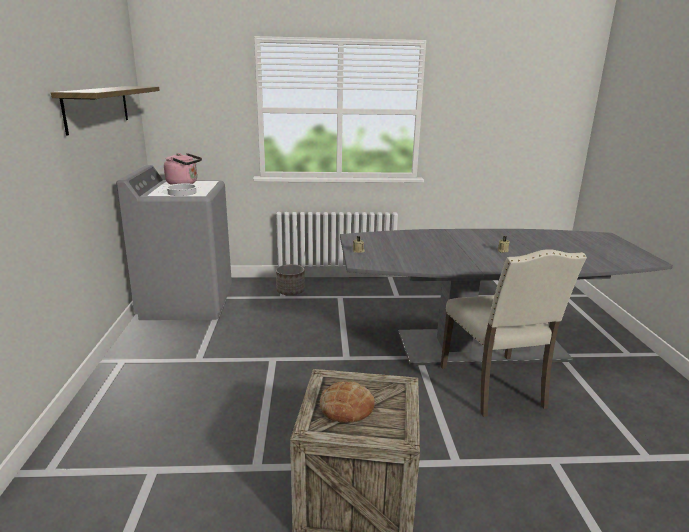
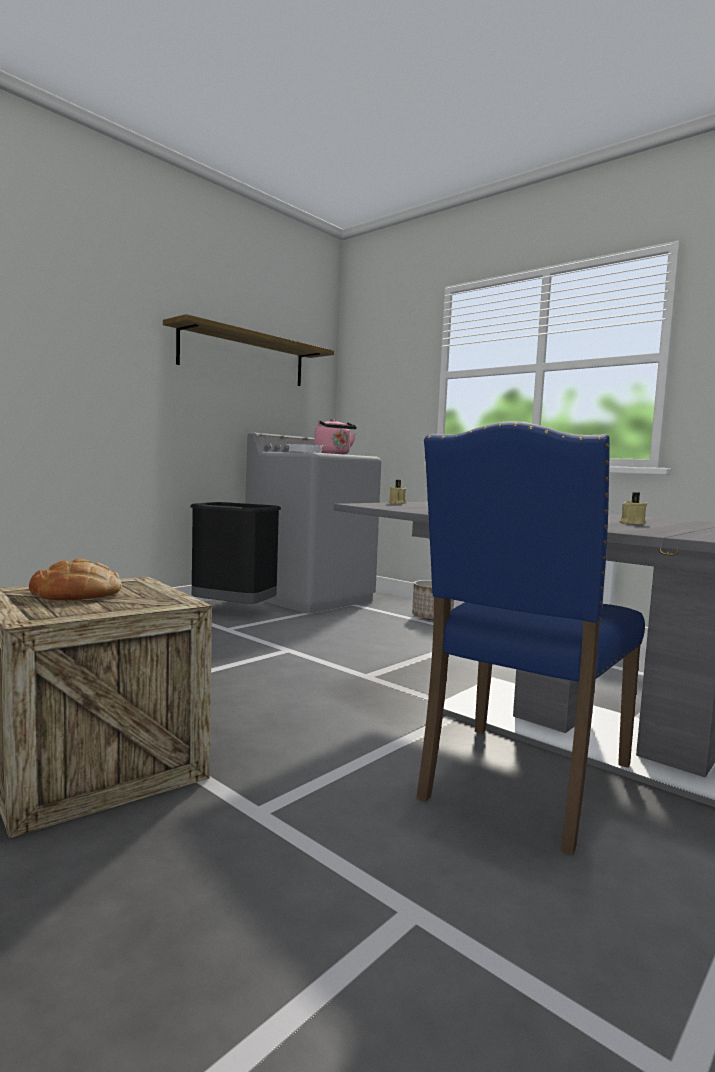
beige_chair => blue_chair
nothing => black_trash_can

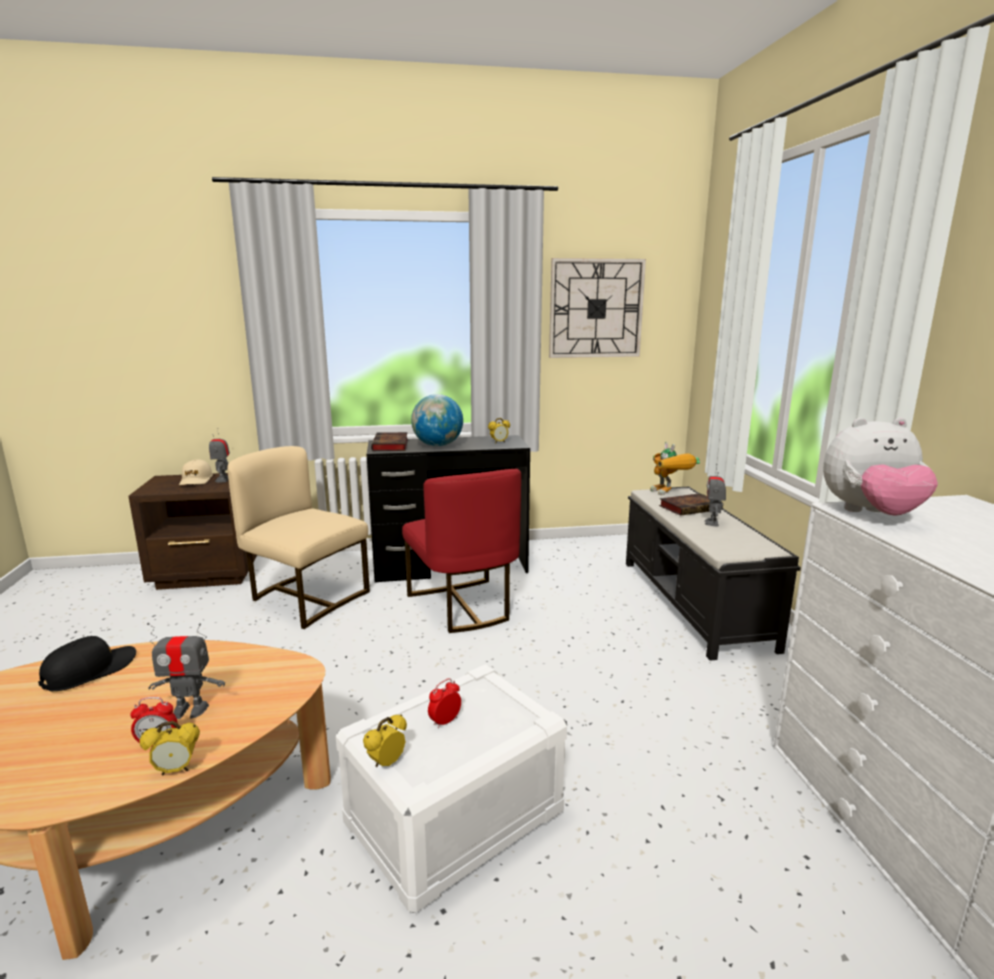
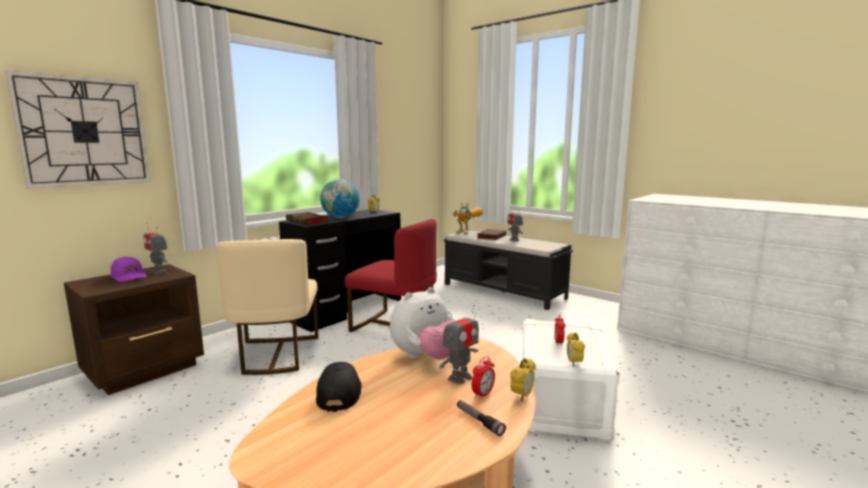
wall_clock, move
plush_toy, move
beige_chair, 90 degrees counterclockwise
beige_cap => purple_cap
nothing => flashlight

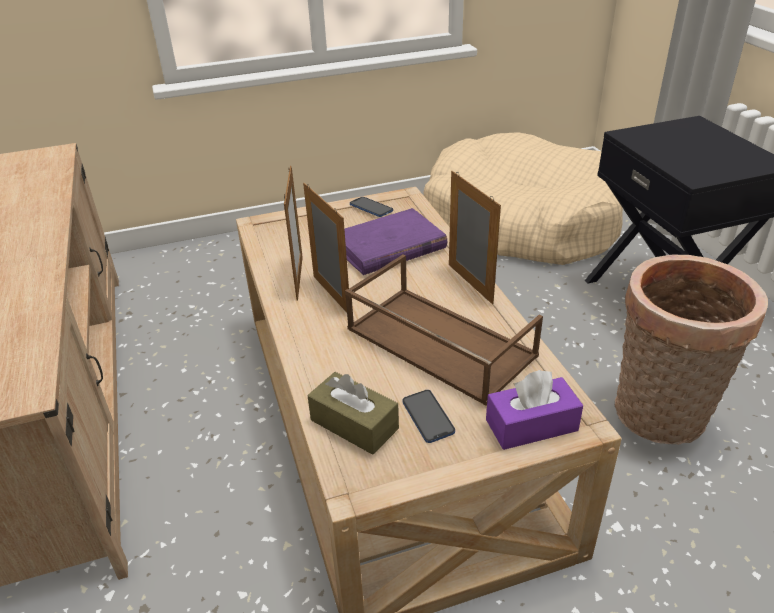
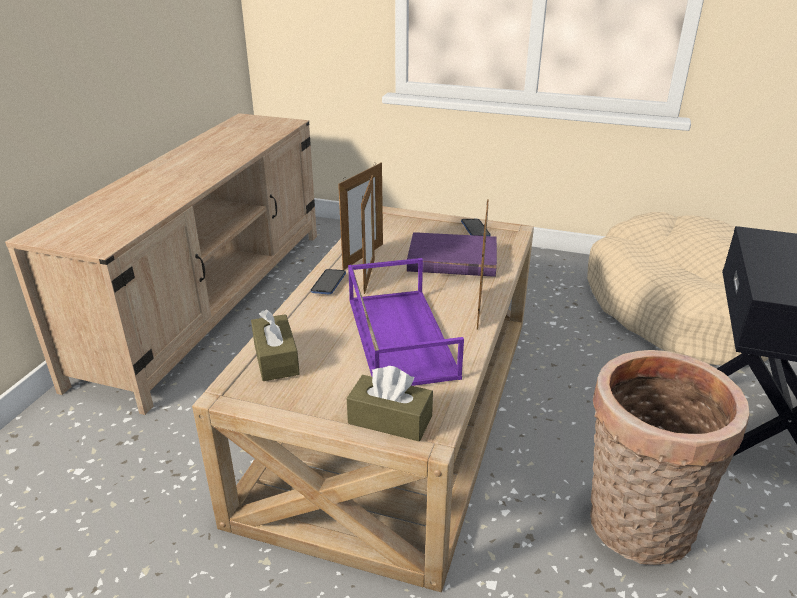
brown_tray => purple_tray
purple_tissue_box => brown_tissue_box (2nd from left)
phone (2nd from left in the first image) => phone (1st from left), move

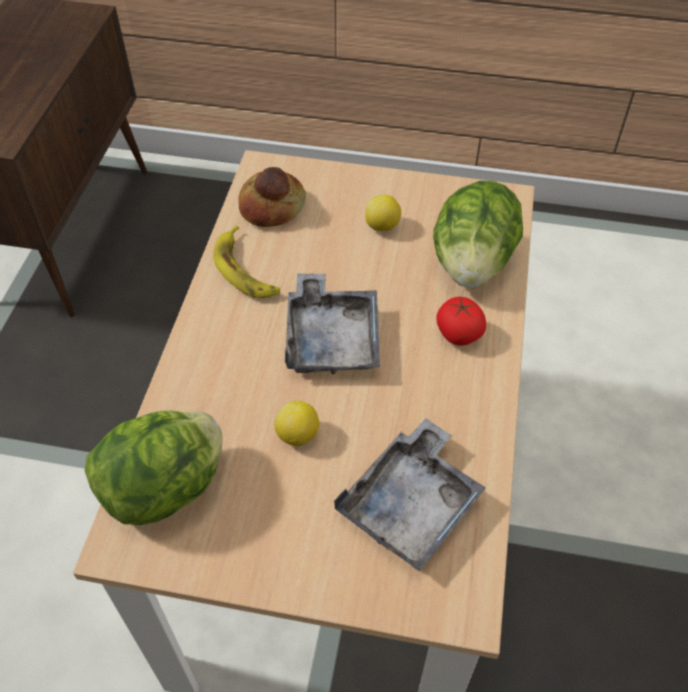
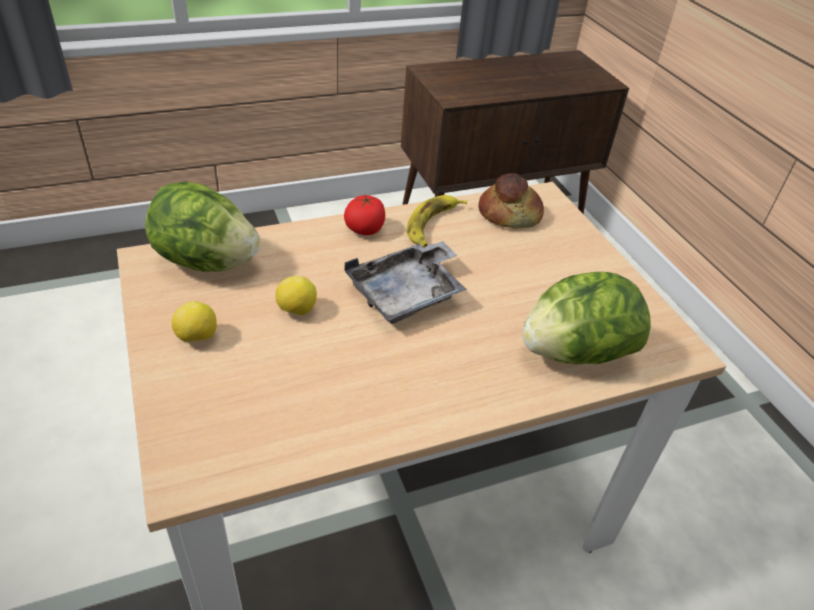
lemon (2nd from left in the first image) => lemon (1st from left), move
tomato, move
grey_tray (2nd from left) => nothing

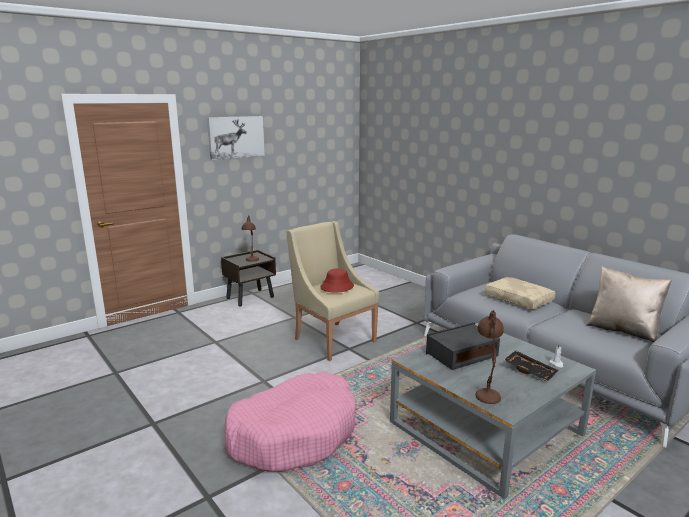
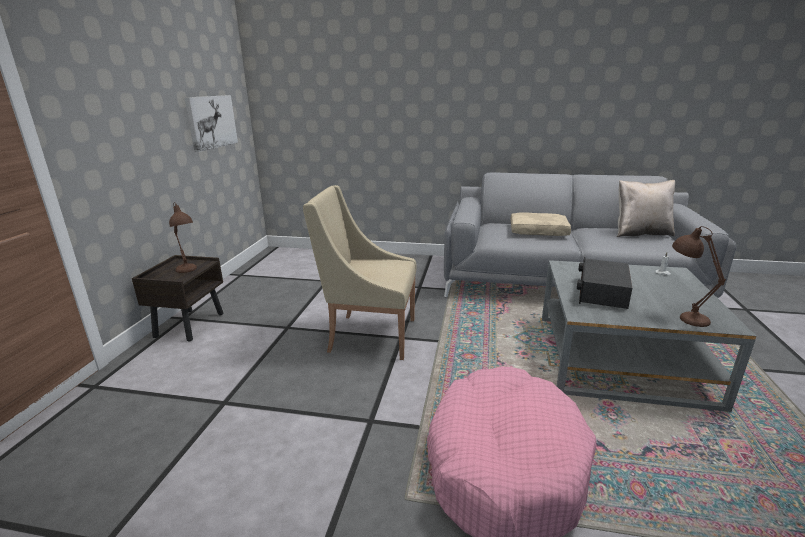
picture, move
red_hat => nothing
black_tray => nothing

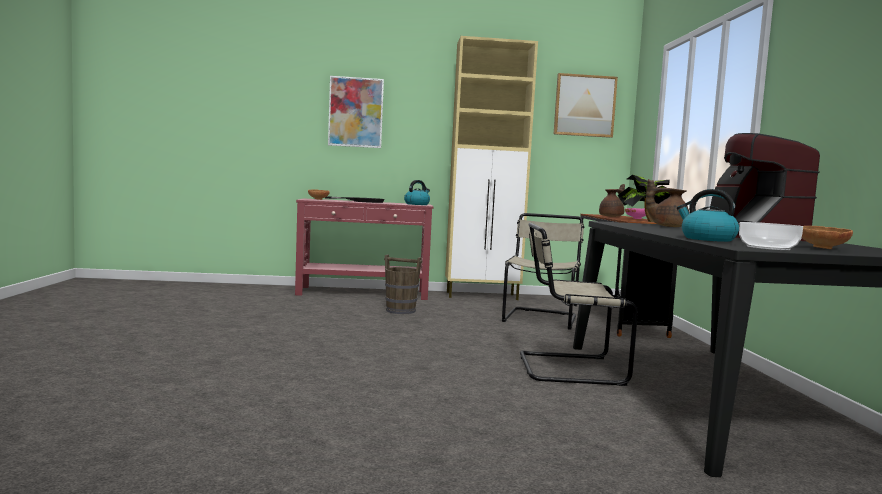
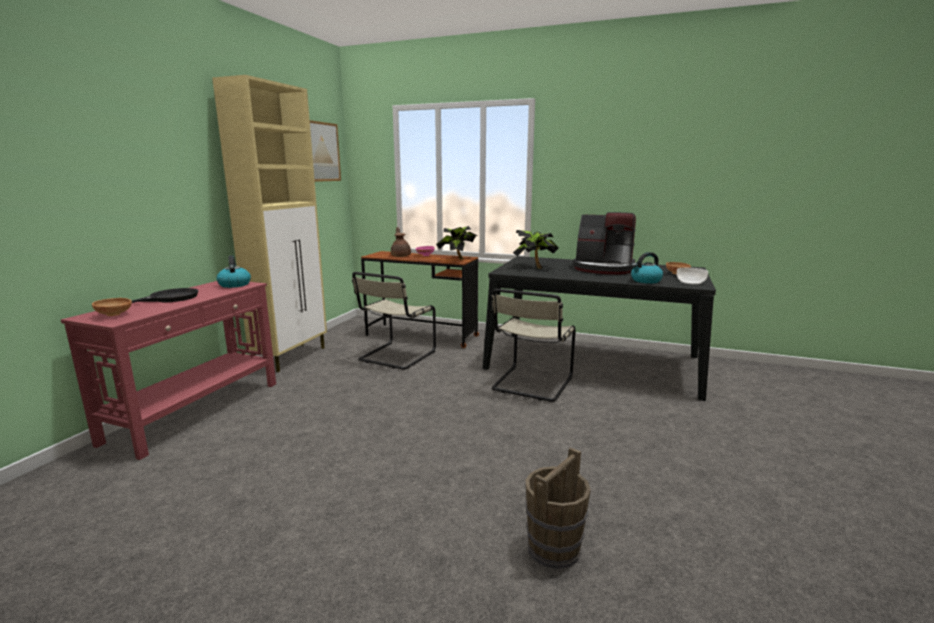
picture (1st from left) => nothing
brown_teapot (2nd from left) => potted_plant (2nd from left)
beige_chair (1st from left), 105 degrees counterclockwise
brown_bucket, move

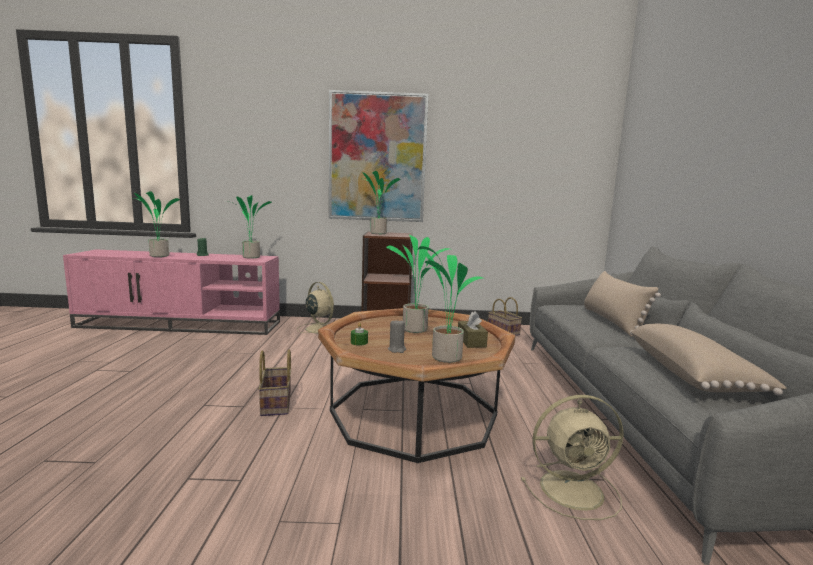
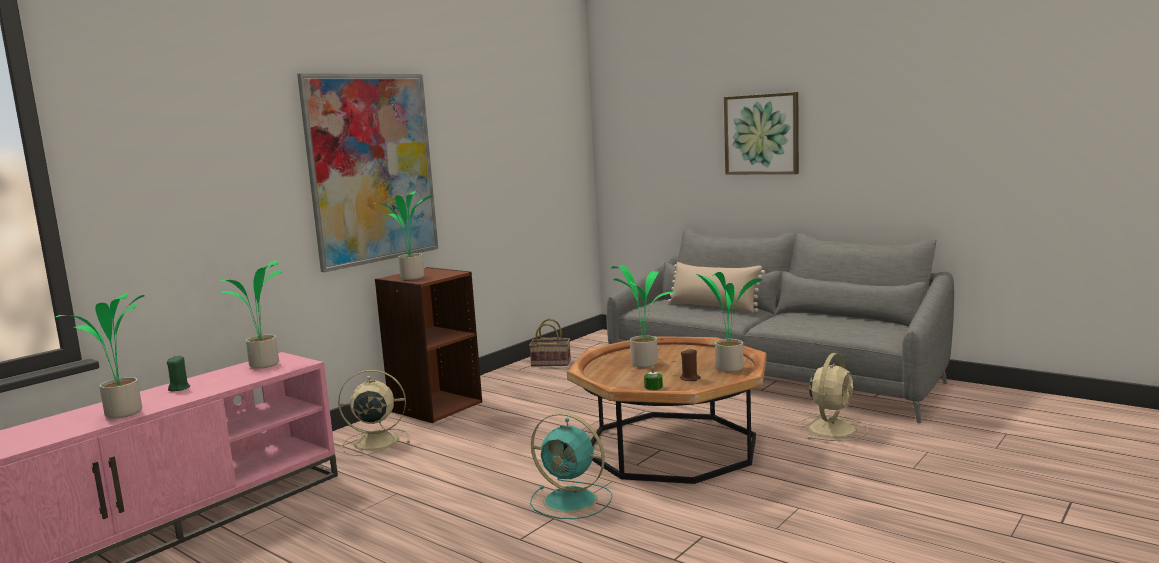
brown_tissue_box => nothing
grey_candle => brown_candle
beige_pillow (2nd from left) => nothing
basket (1st from left) => turquoise_fan
nothing => picture (2nd from left)

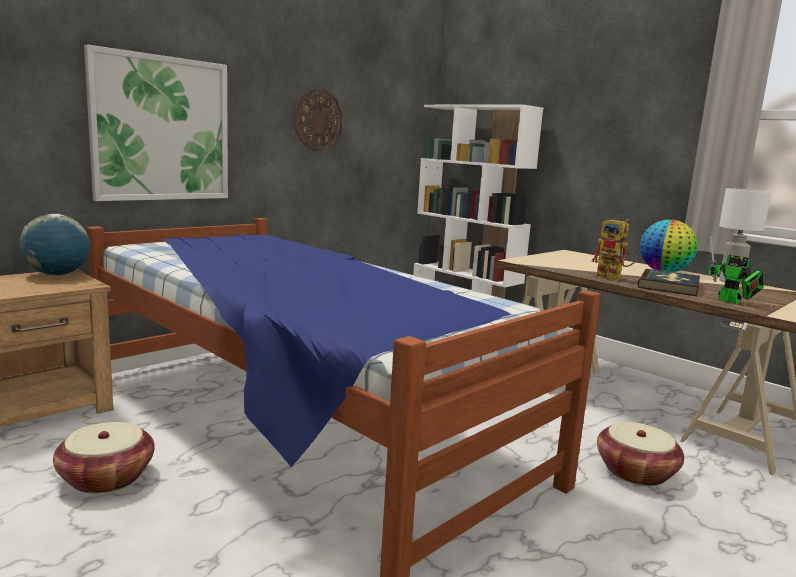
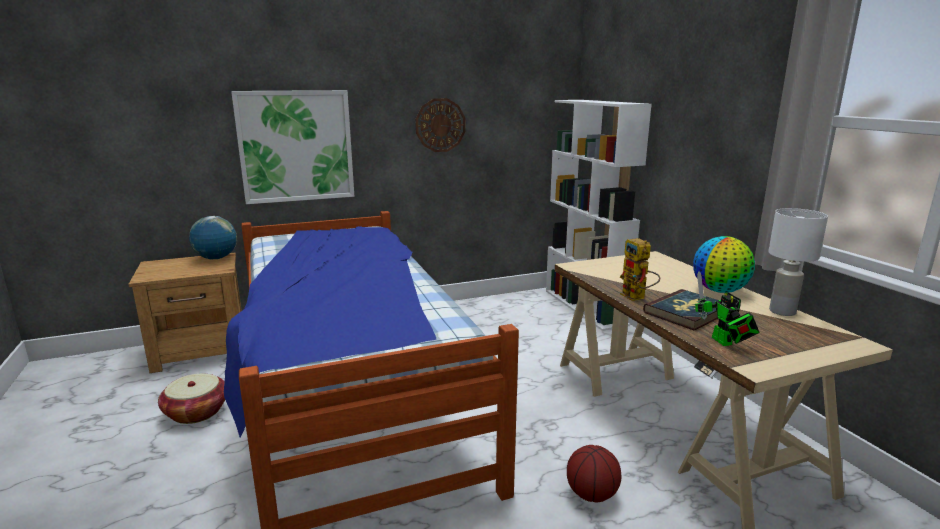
basket (2nd from left) => basketball

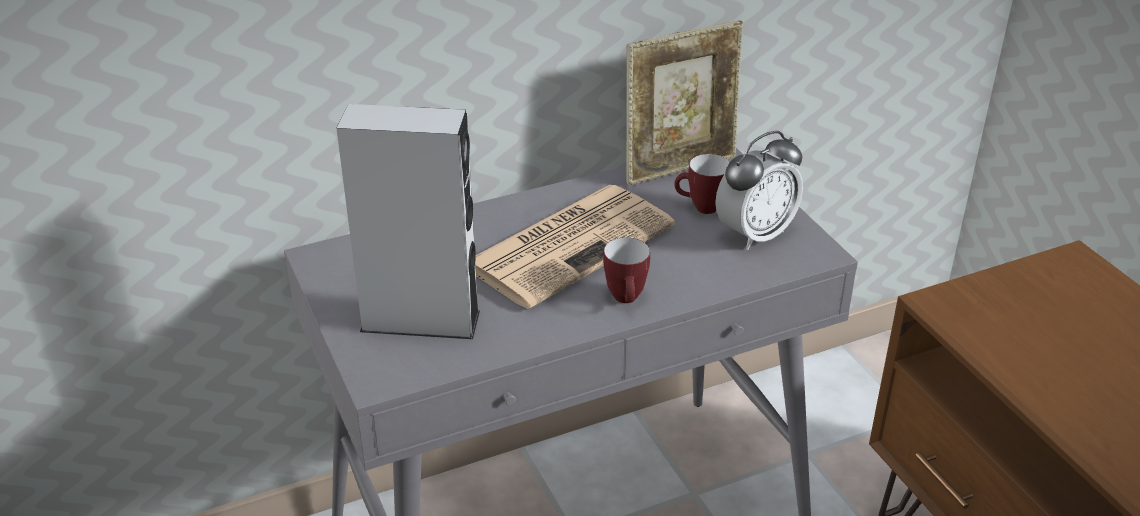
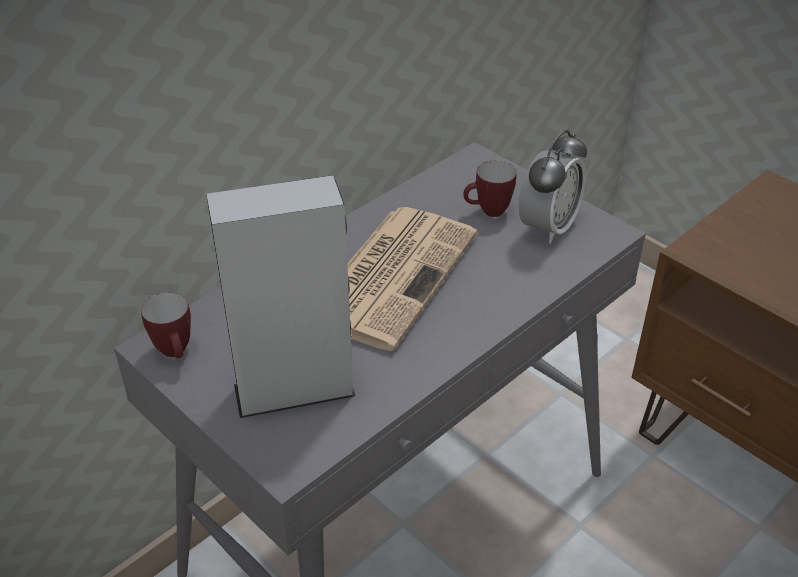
picture_frame => nothing
mug (1st from left), move

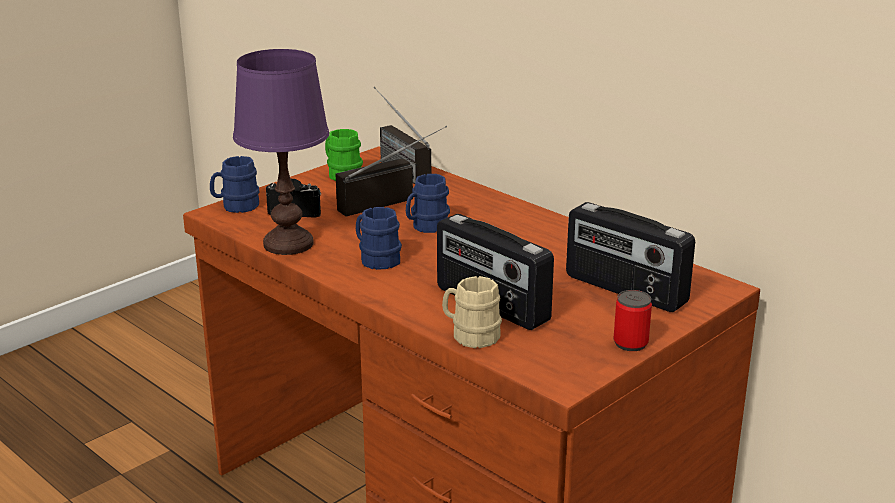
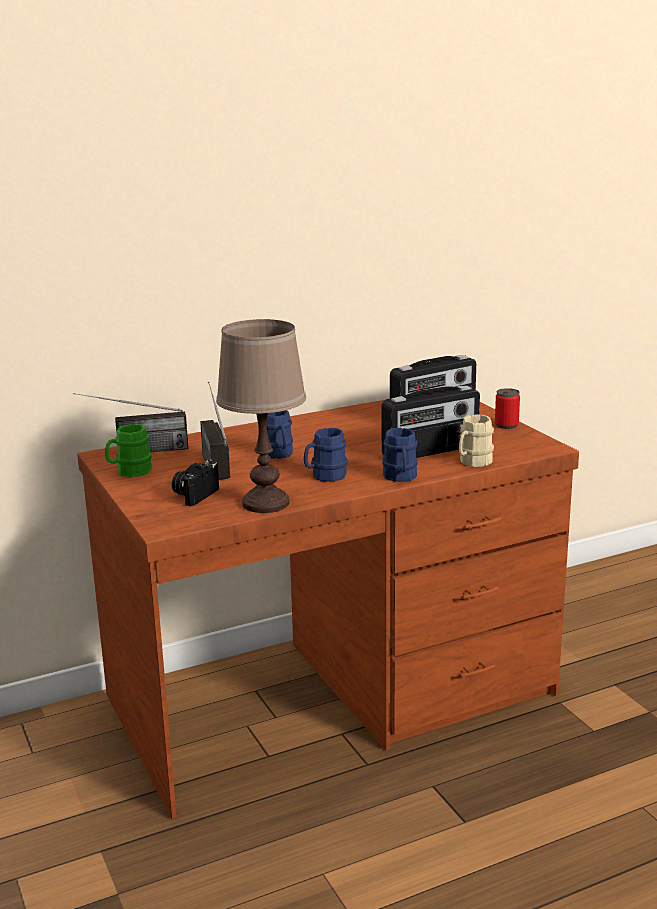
purple_table_lamp => brown_table_lamp
blue_mug (1st from left in the first image) => blue_mug (3rd from left), move

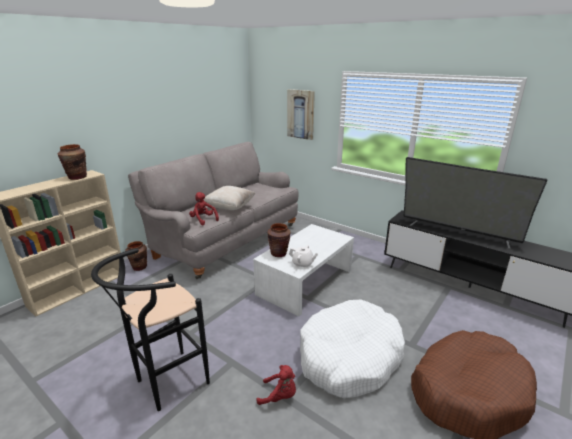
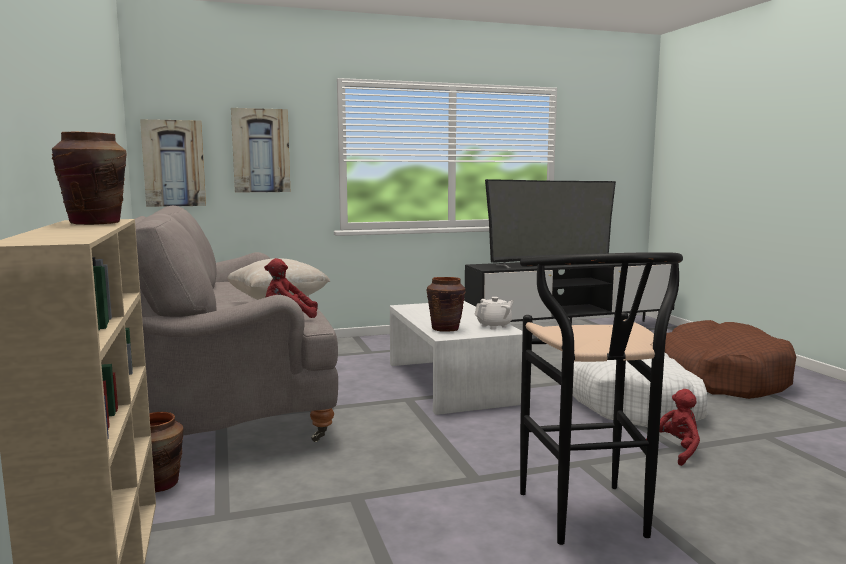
nothing => picture (1st from left)

